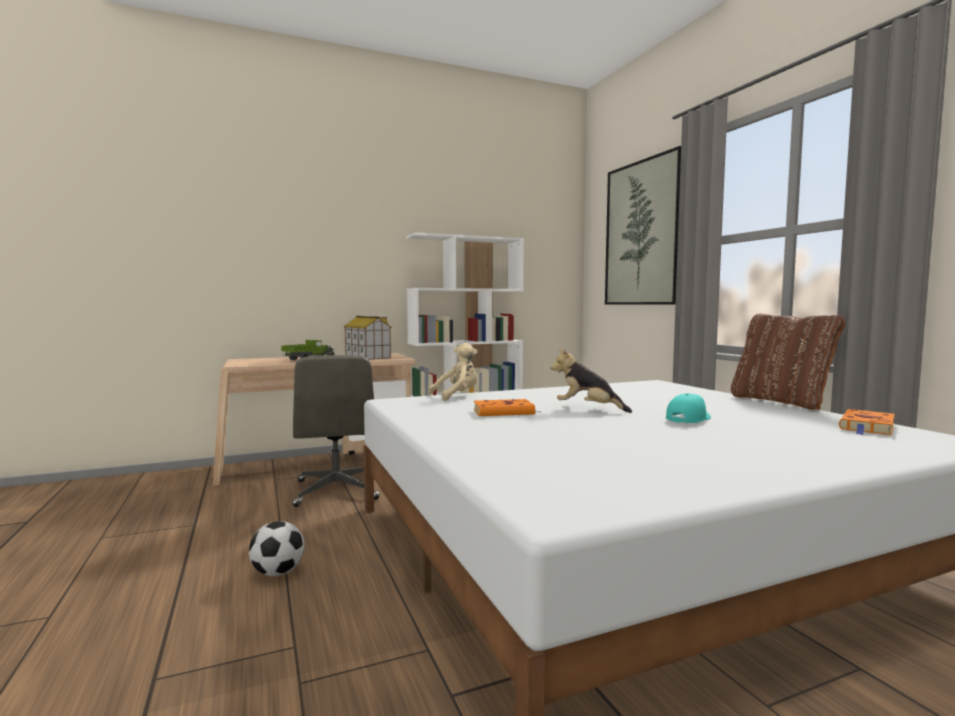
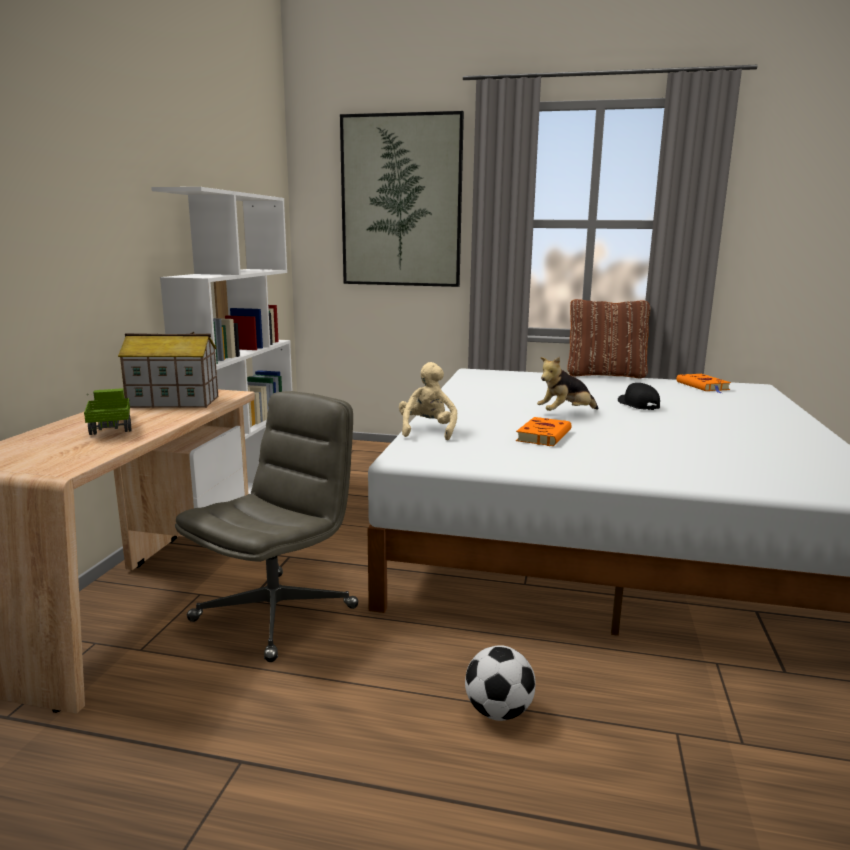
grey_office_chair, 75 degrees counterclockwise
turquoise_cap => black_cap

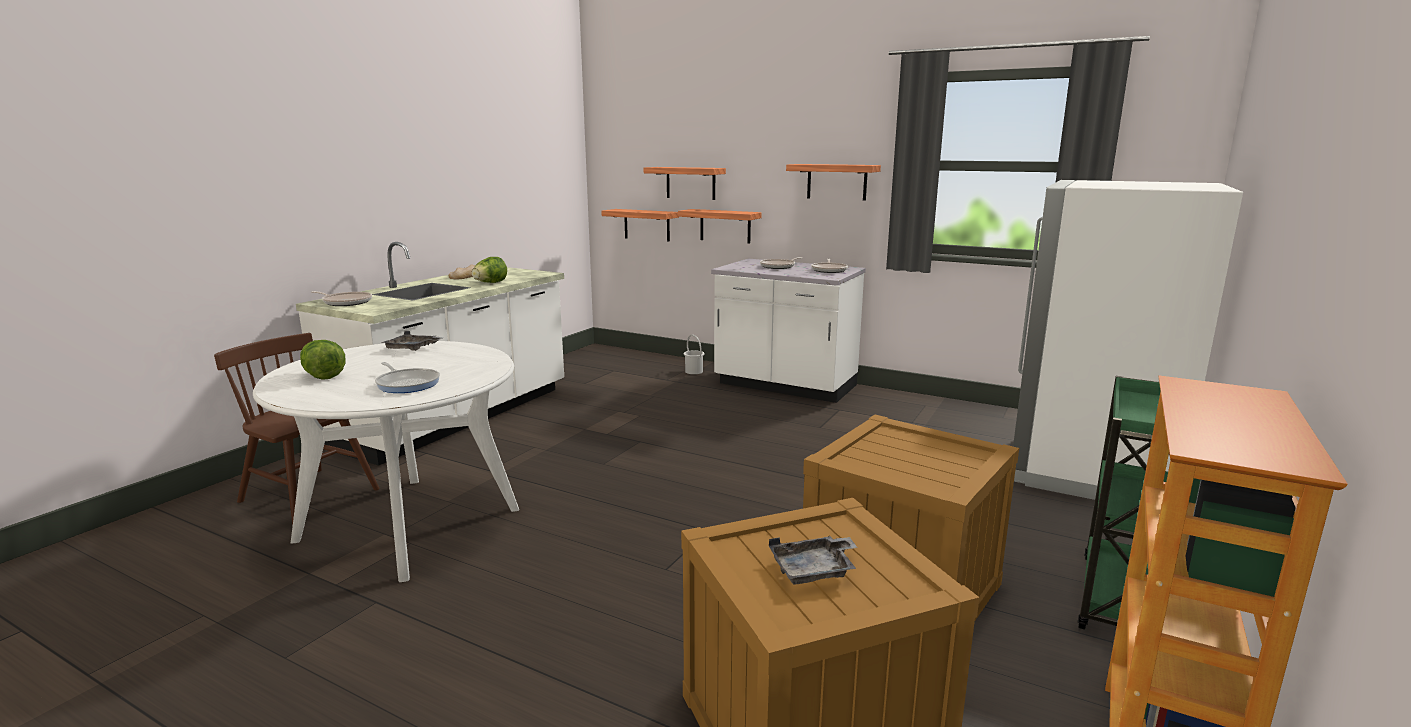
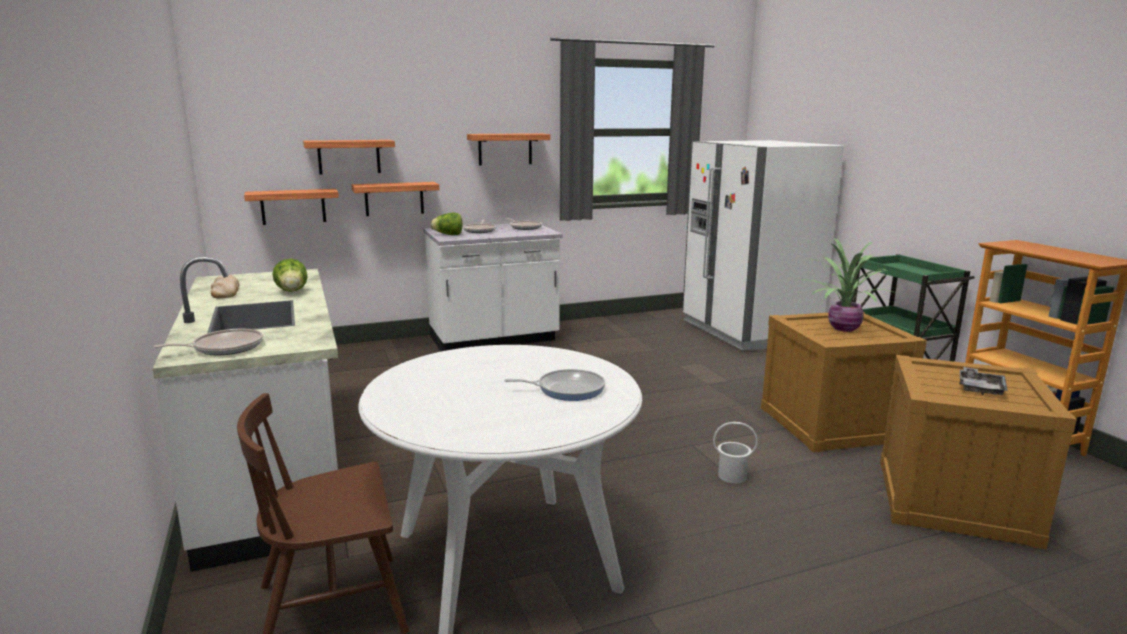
grey_tray (1st from left) => nothing
white_bucket, move
lettuce (1st from left in the first image) => lettuce (2nd from left), move
nothing => potted_plant

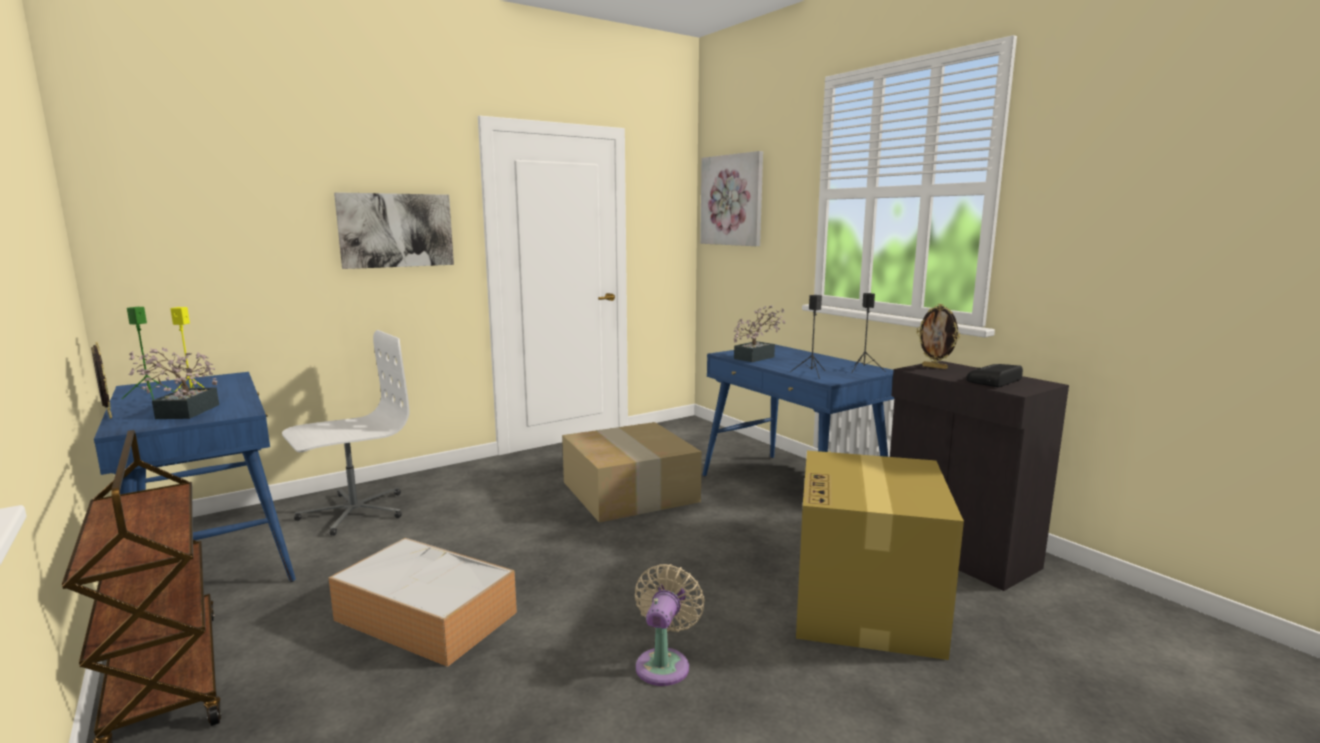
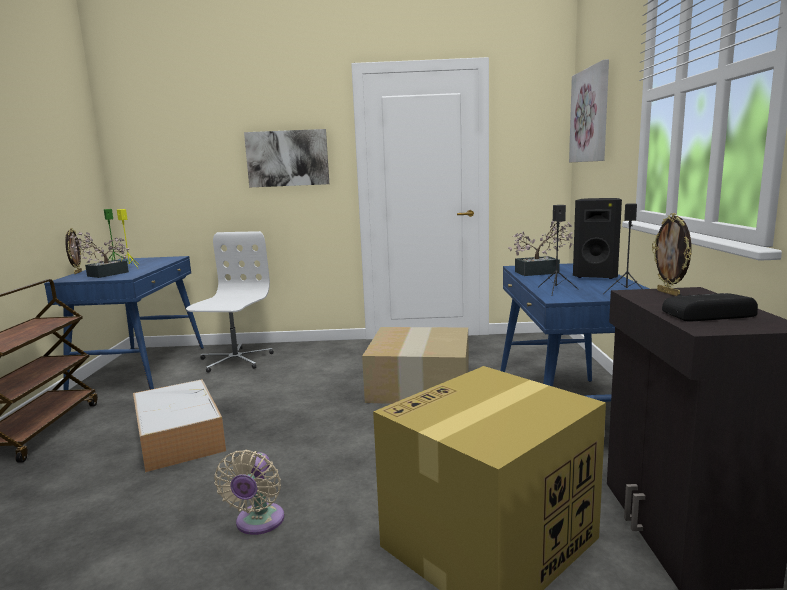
white_office_chair, 75 degrees counterclockwise
beige_fan, 135 degrees clockwise
nothing => black_speaker (2nd from left)

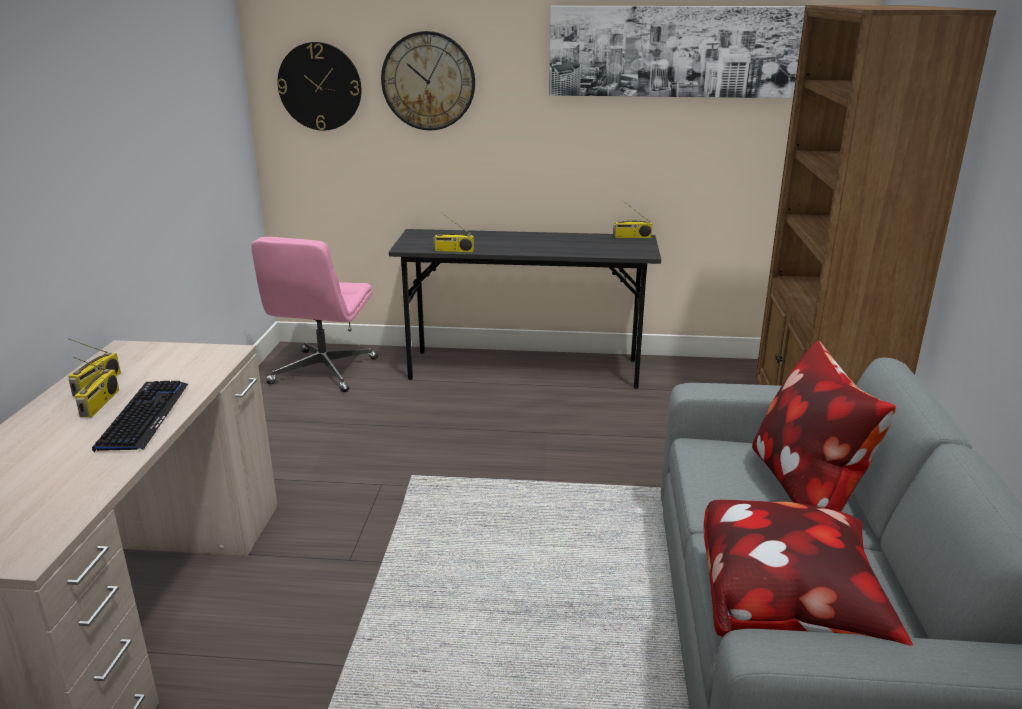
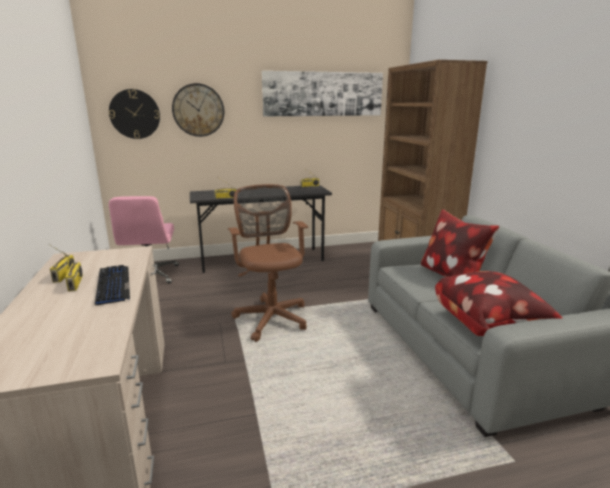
nothing => brown_office_chair

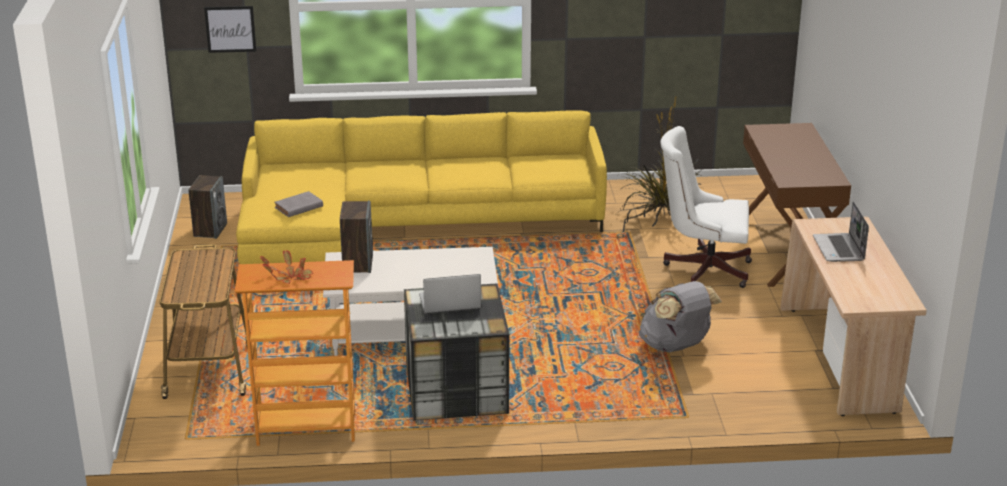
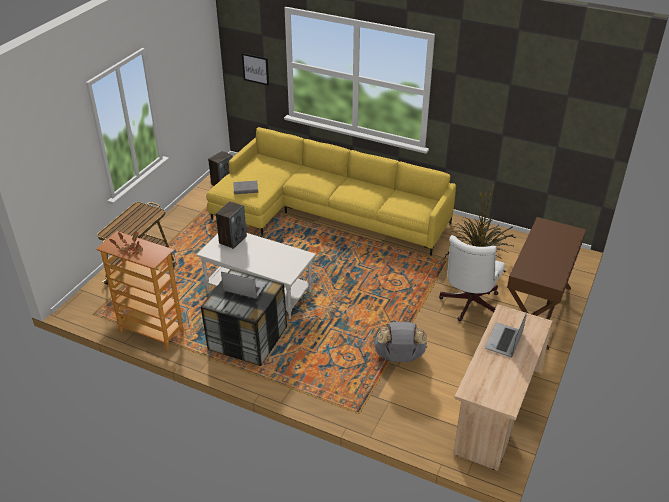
white_office_chair, 105 degrees counterclockwise

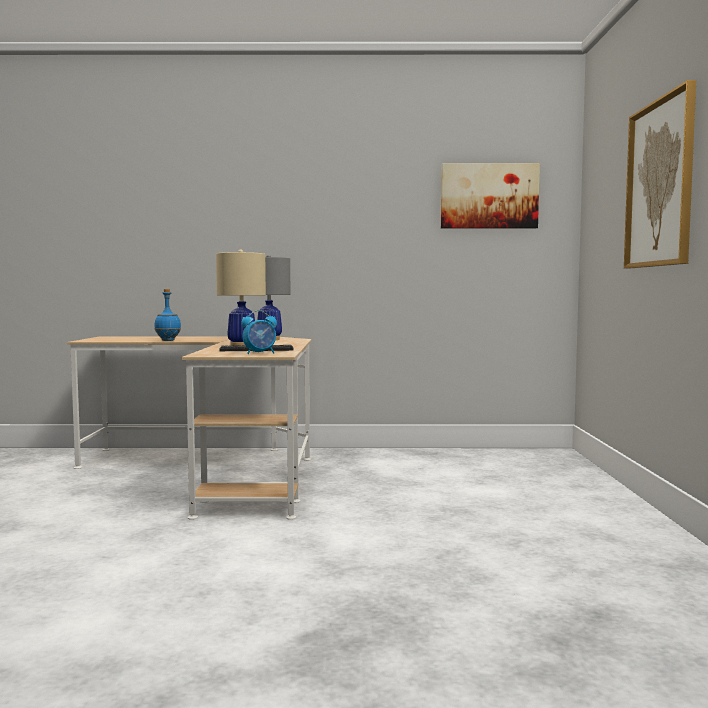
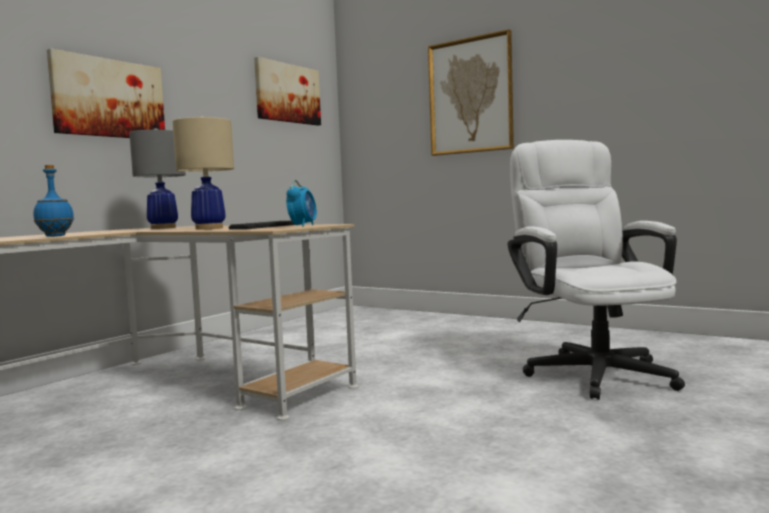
nothing => picture (1st from left)
nothing => white_office_chair

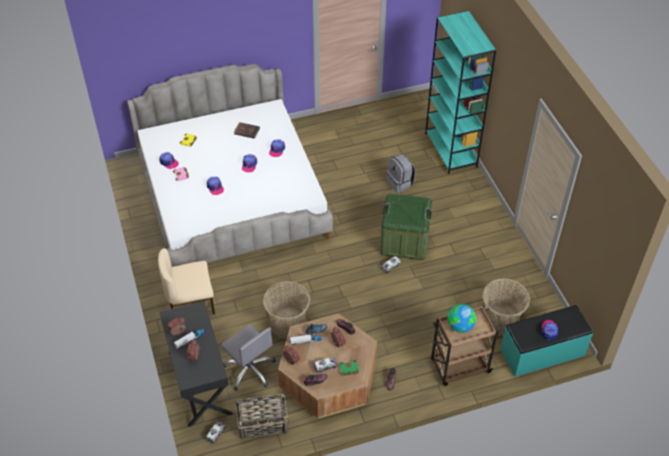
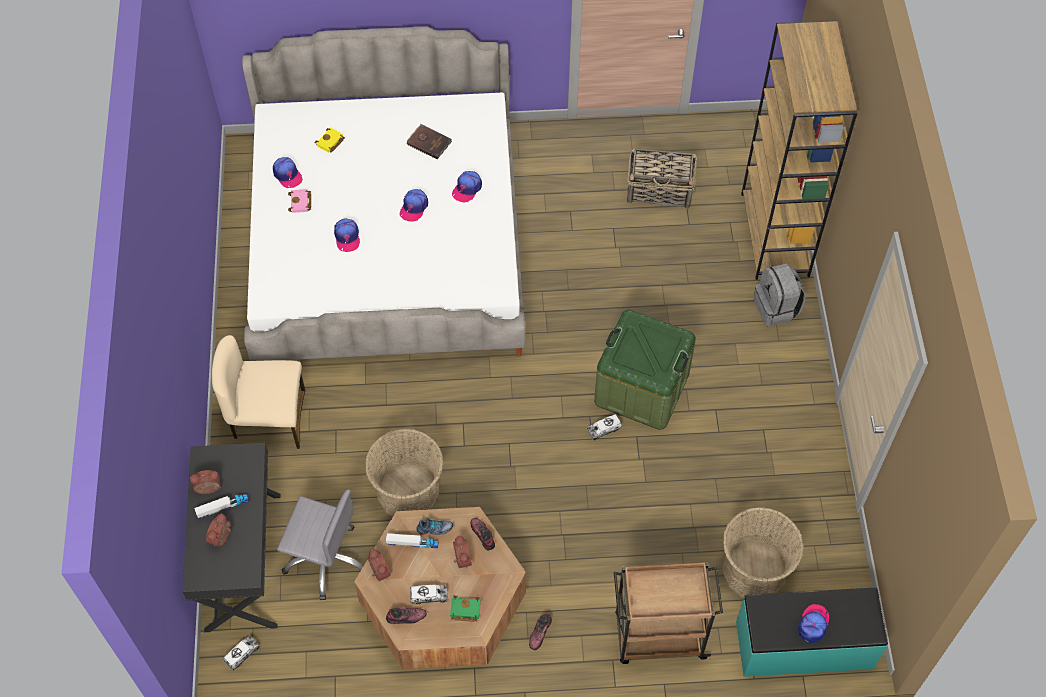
turquoise_bookcase => brown_bookcase
grey_backpack, move
globe => nothing
grey_office_chair, 45 degrees counterclockwise
basket (1st from left in the first image) => basket (2nd from left), move

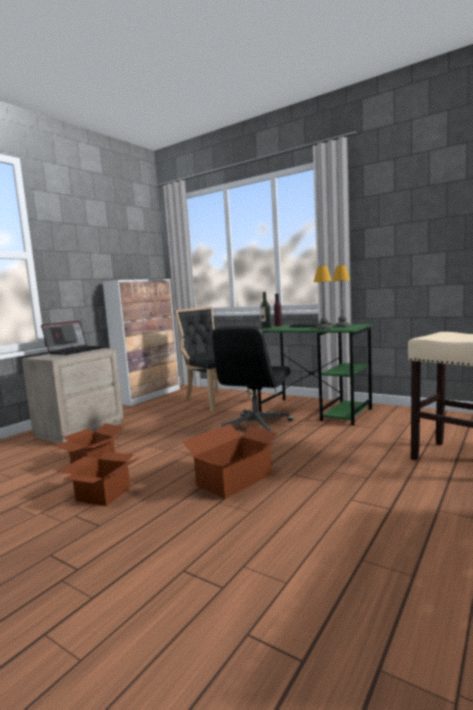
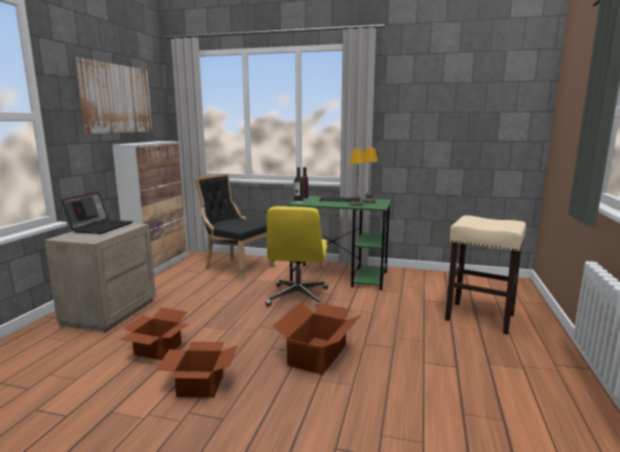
black_office_chair => yellow_office_chair
nothing => picture

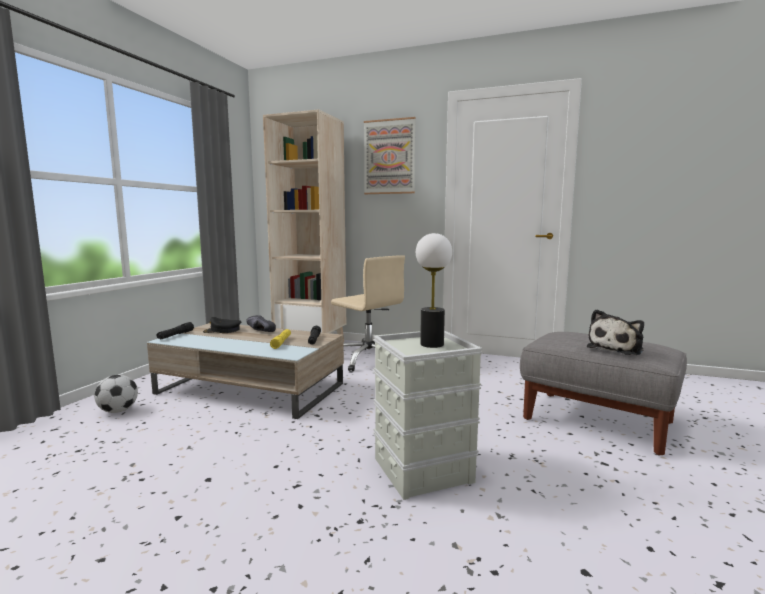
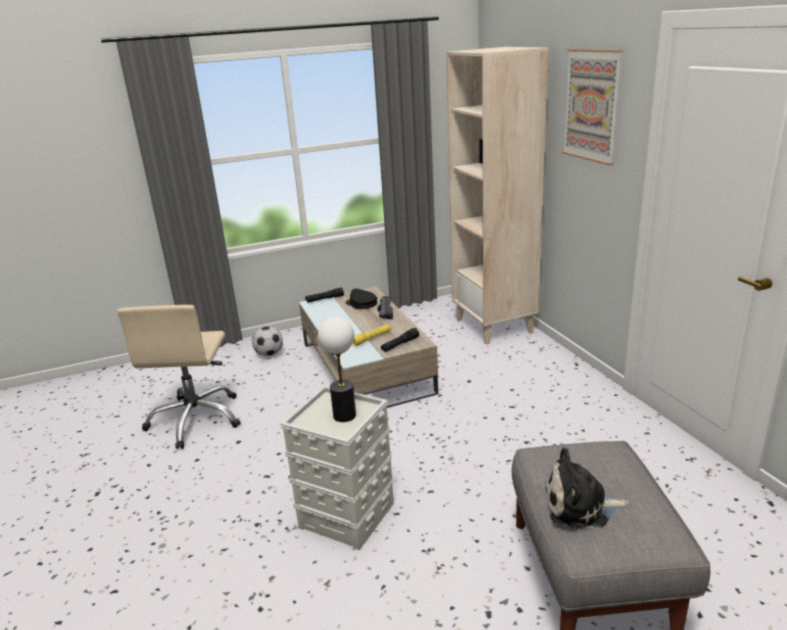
beige_office_chair, move

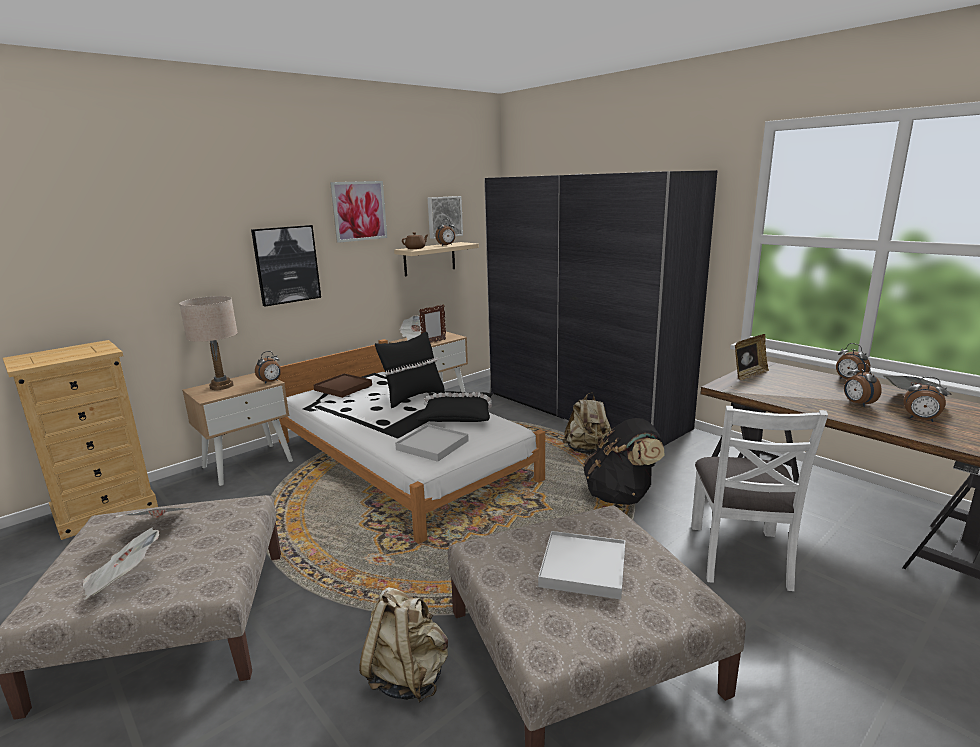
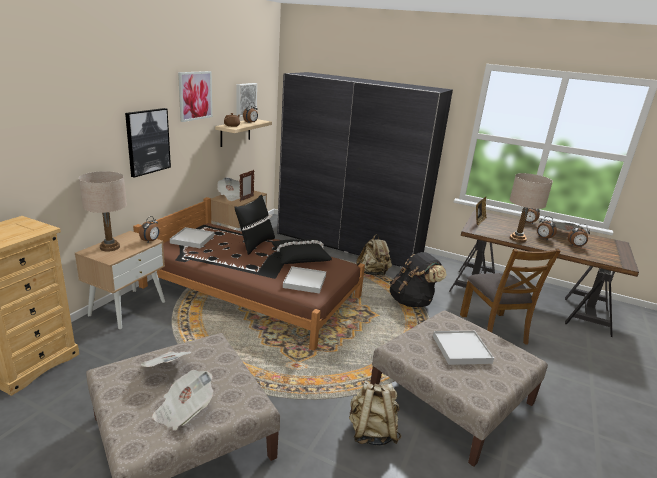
white_bed => brown_bed
brown_tray => white_tray (1st from left)
white_chair => brown_chair
nothing => beige_table_lamp (2nd from left)

